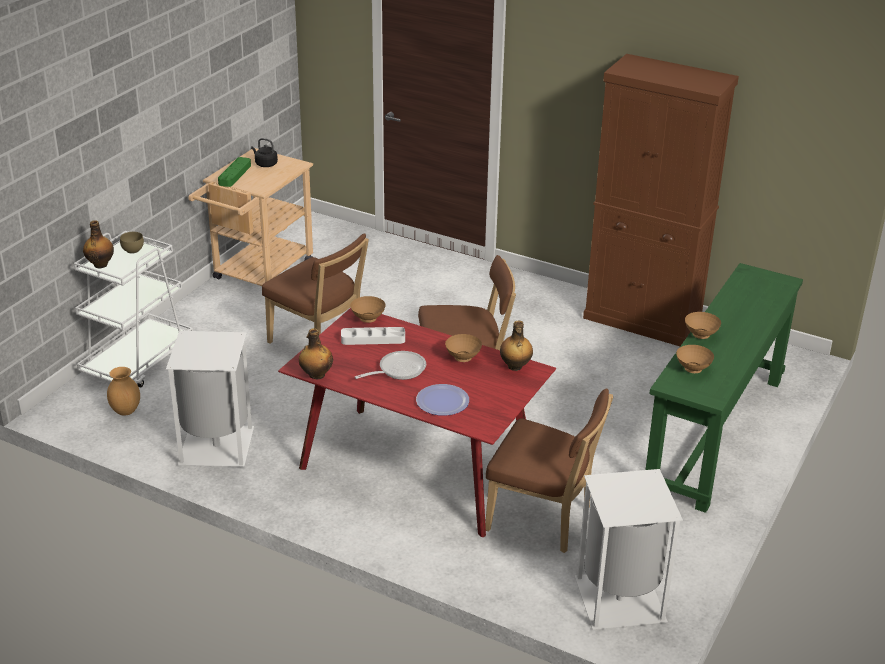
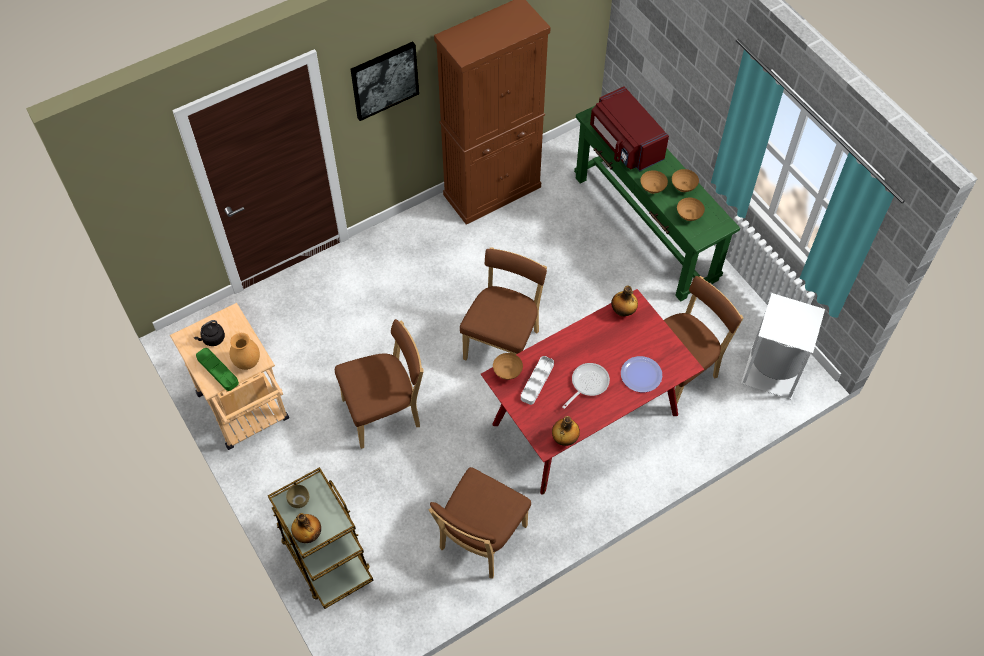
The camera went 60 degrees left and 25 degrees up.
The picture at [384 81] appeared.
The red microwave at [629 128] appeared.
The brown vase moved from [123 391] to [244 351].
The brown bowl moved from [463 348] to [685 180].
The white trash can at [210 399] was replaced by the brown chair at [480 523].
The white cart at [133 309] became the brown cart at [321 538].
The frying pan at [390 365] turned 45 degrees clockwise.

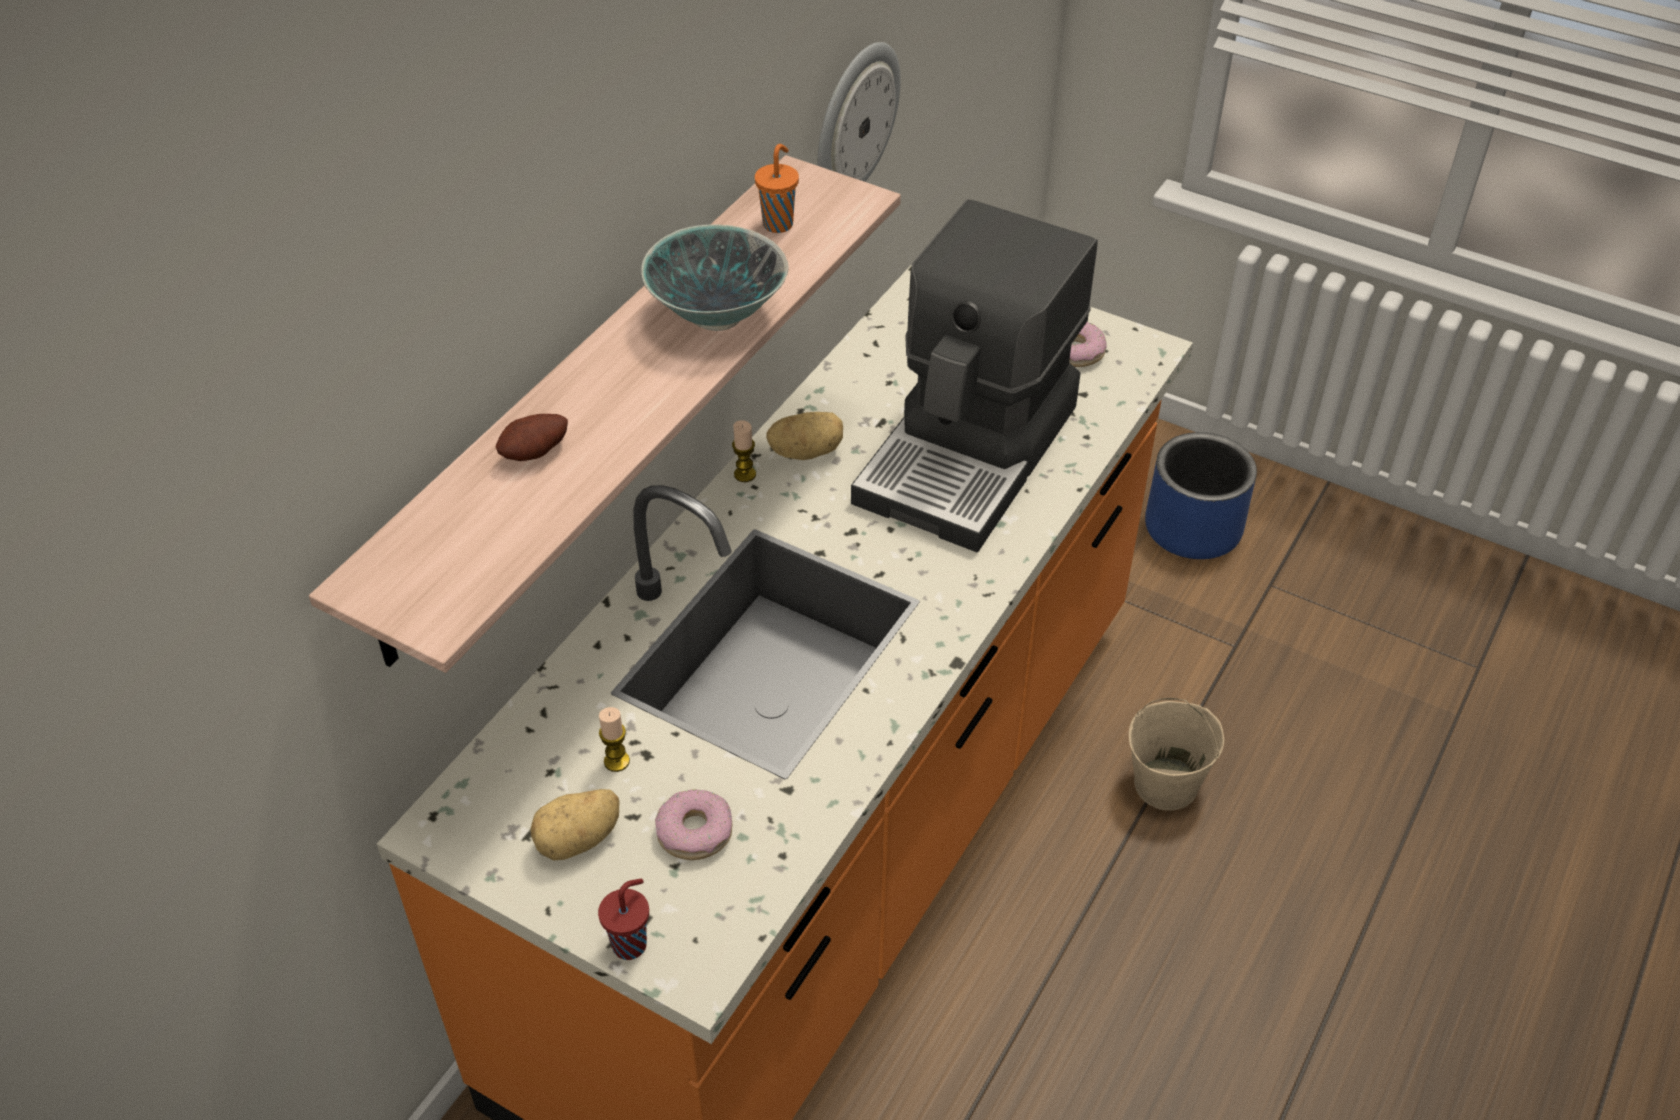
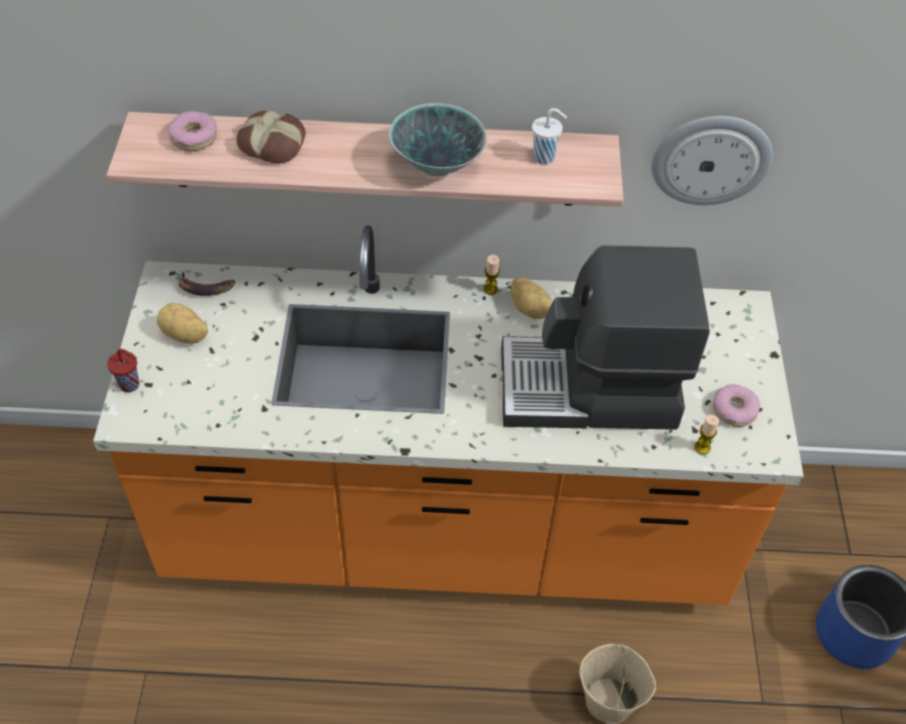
The camera went 60 degrees right and 5 degrees up.
The banana at [206 283] appeared.
The candle moved from [614 739] to [706 434].
The donut moved from [693 824] to [192 131].
The potato at [532 437] was replaced by the bread at [271 137].
The orange cup at [777 188] became the white cup at [549 136].

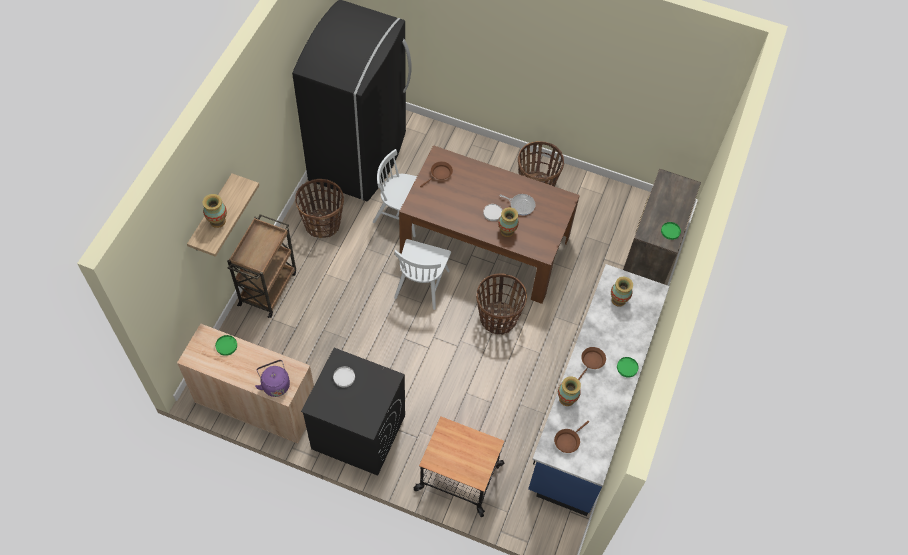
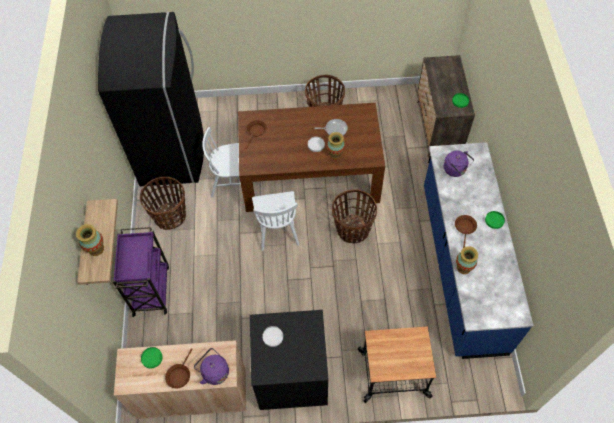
The camera went 20 degrees left and 0 degrees up.
The brown frying pan moved from [571 437] to [179 368].
The vase at [622 292] was replaced by the purple kettle at [459 163].
The brown cart at [261 266] became the purple cart at [141 272].

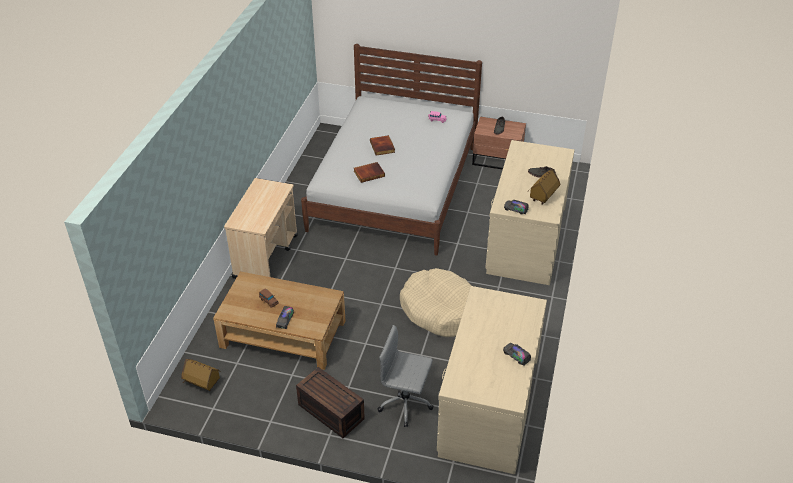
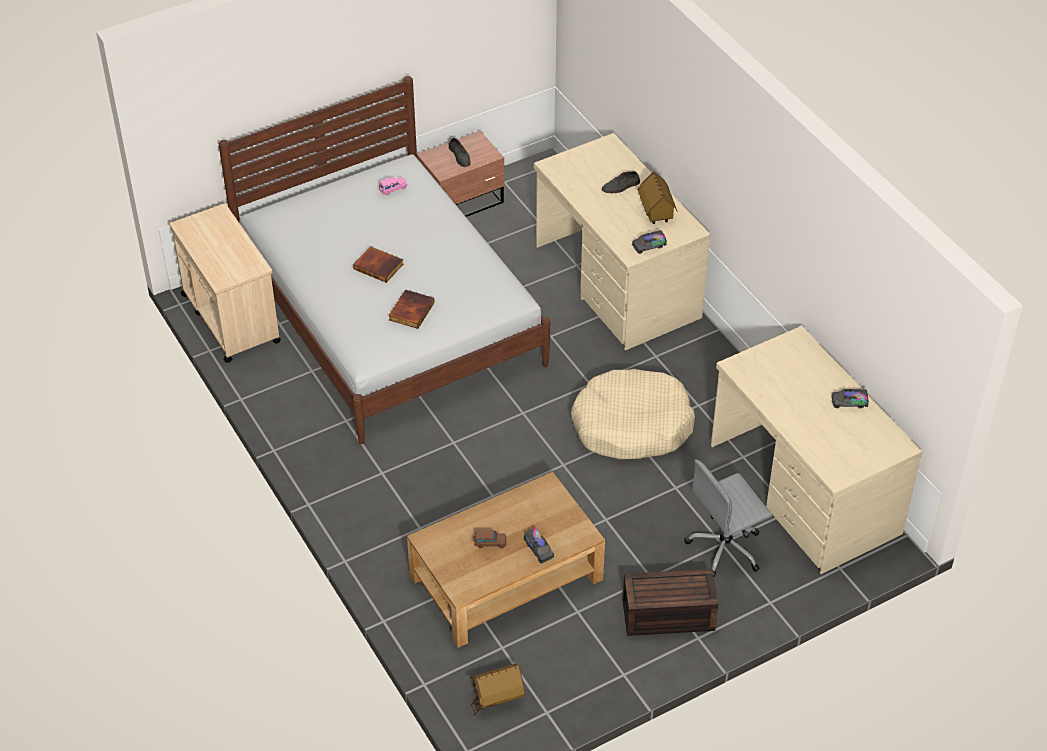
The camera went 45 degrees left and 5 degrees up.
The beige cart moved from [261 228] to [225 283].

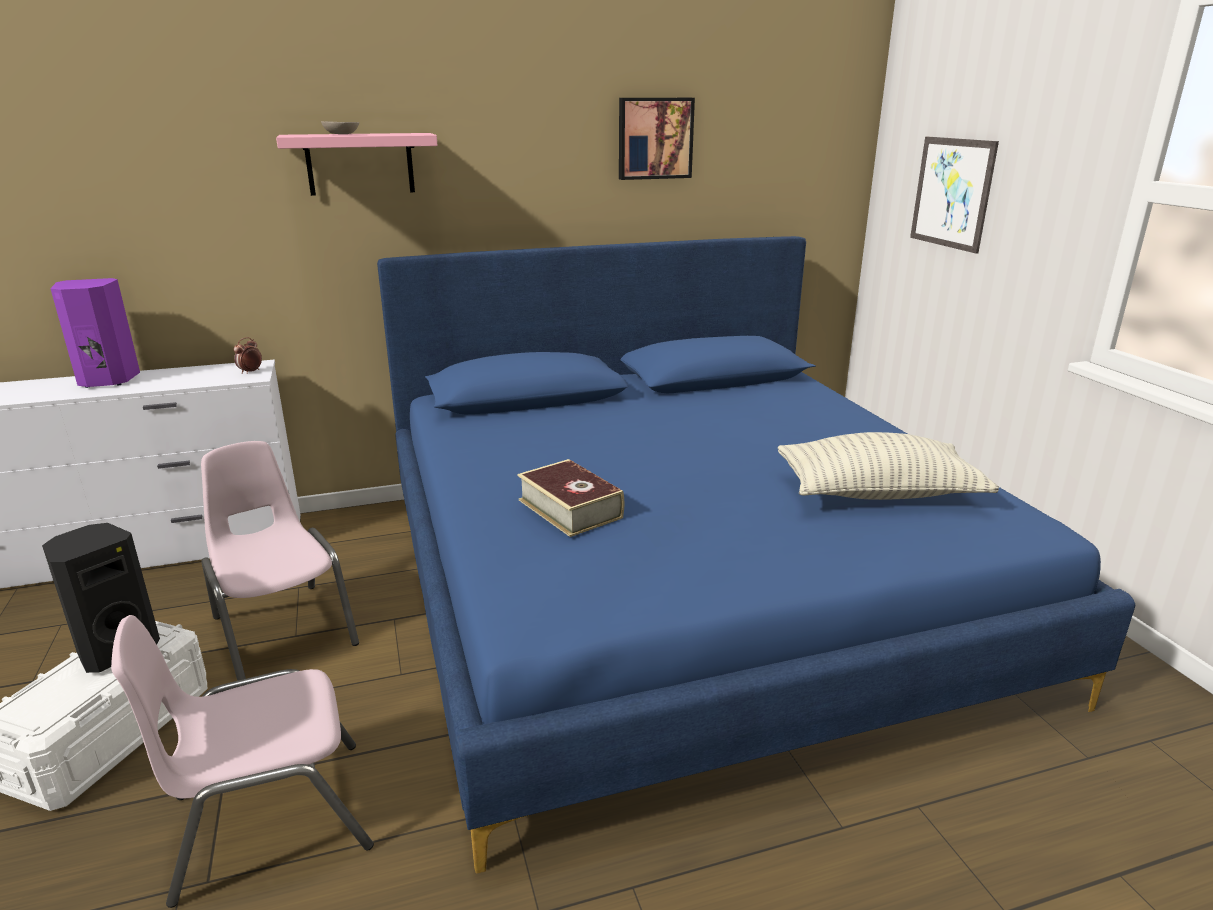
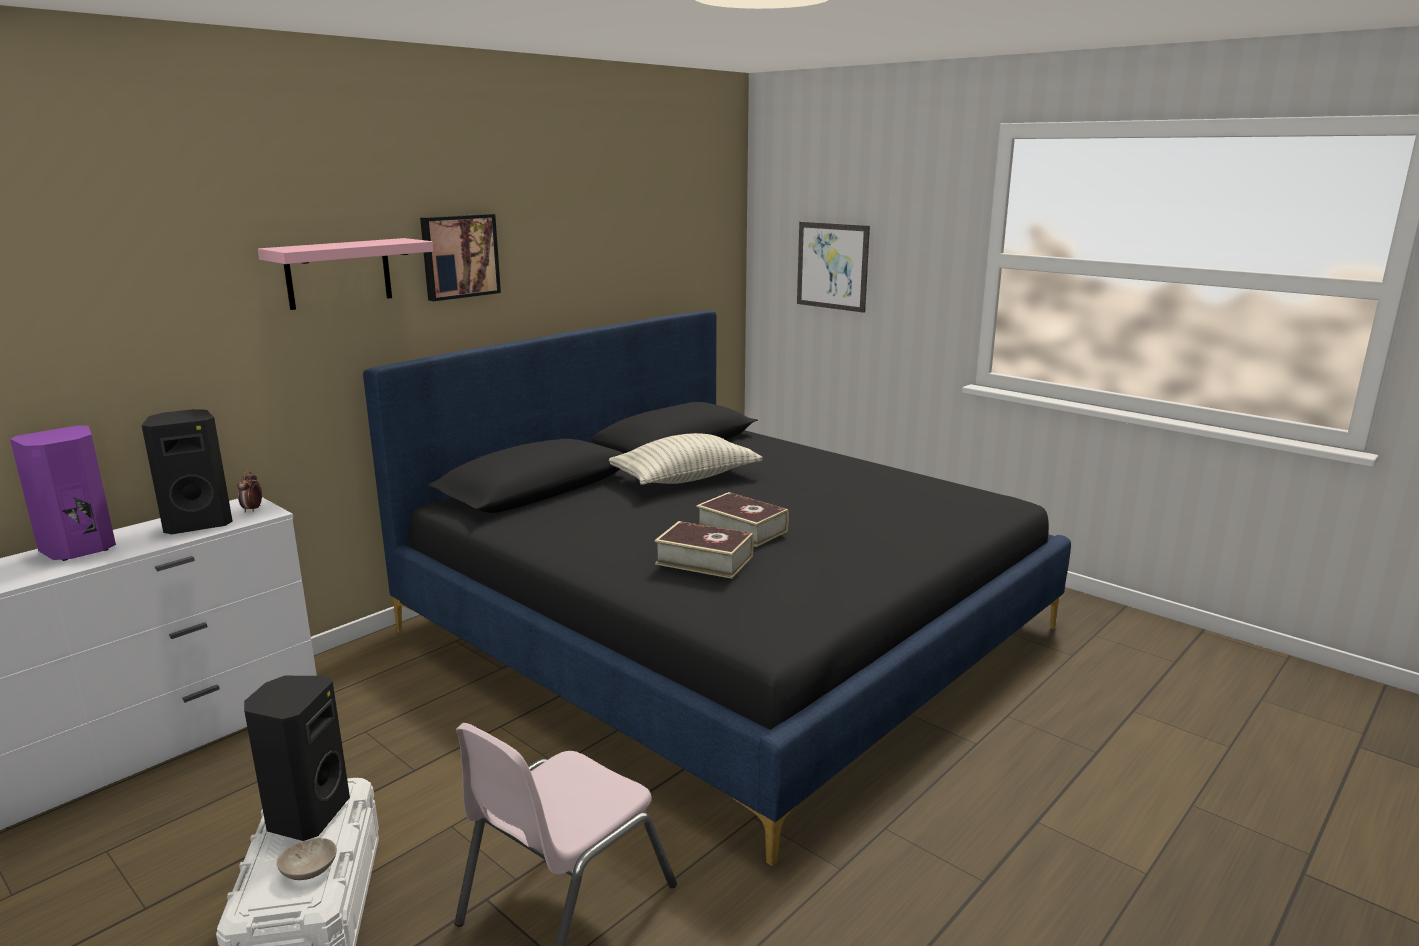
The camera went 30 degrees left and 5 degrees down.
The pink chair at [280 561] disappeared.
The black speaker at [187 471] appeared.
The book at [743 519] appeared.
The beige bowl moved from [340 127] to [307 859].
The picture moved from [657 139] to [460 257].
The pillow moved from [888 466] to [686 459].
The blue bed at [756 554] became the black bed at [717 588].

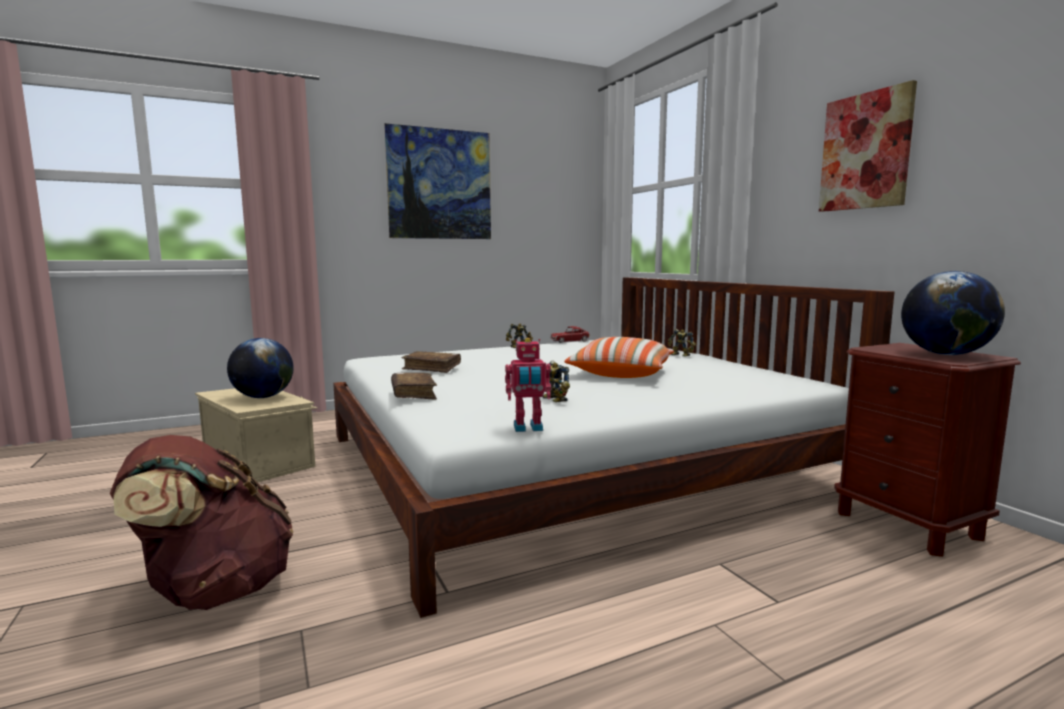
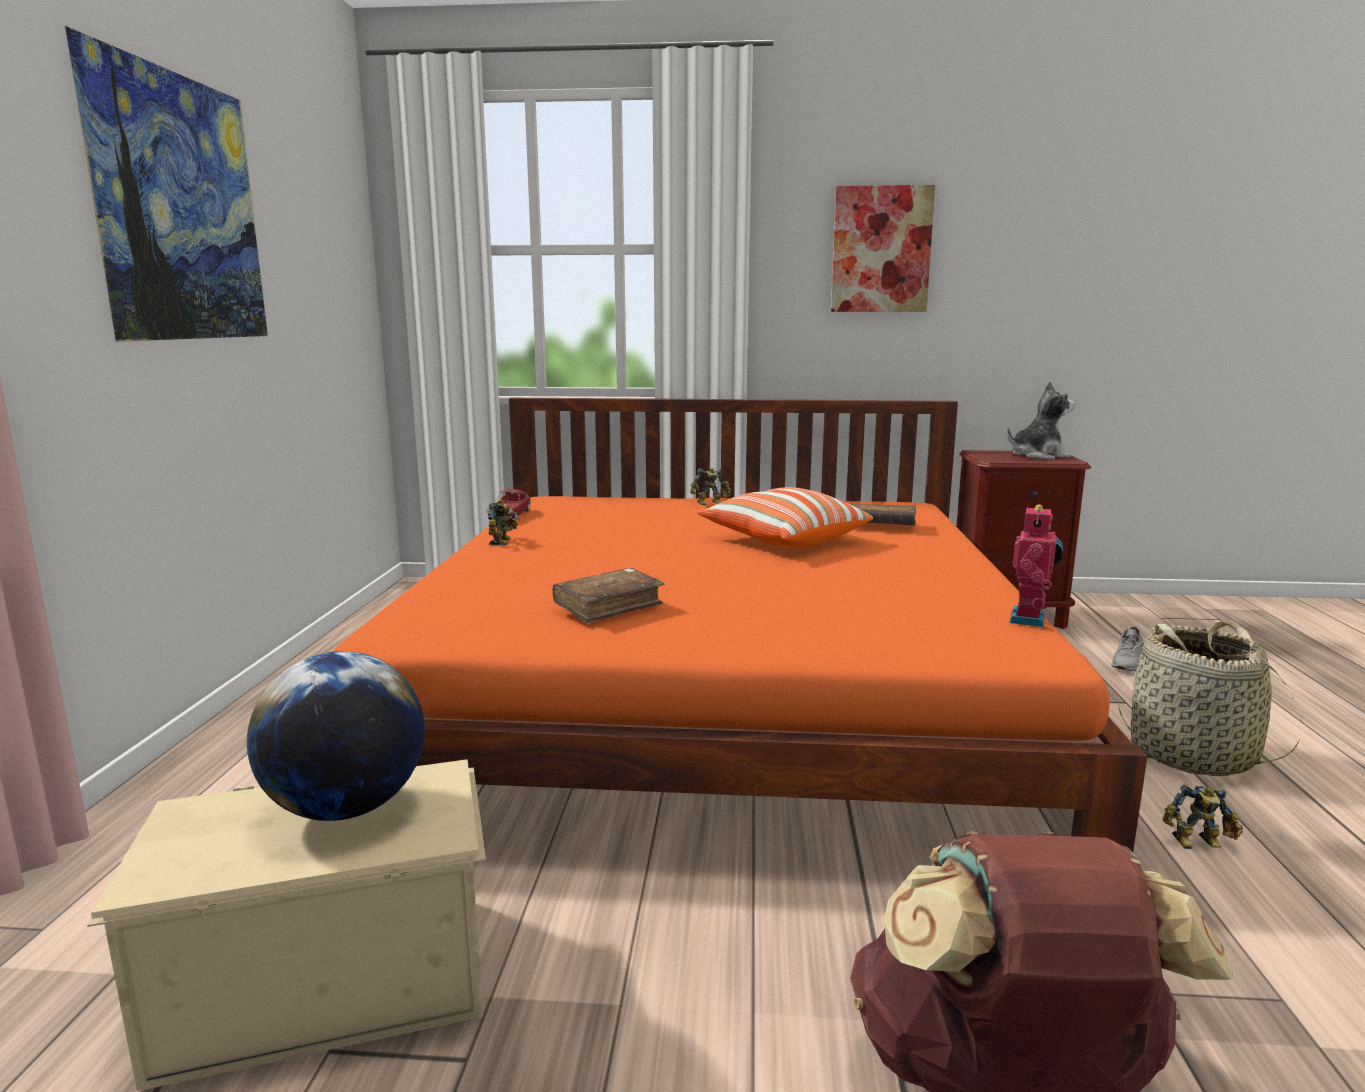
The camera went 60 degrees left and 5 degrees up.
The grey shoe at [1127 649] appeared.
The basket at [1210 698] appeared.
The brown book moved from [414 386] to [882 514].
The toy robot moved from [556 381] to [1203 816].
The globe at [953 313] was replaced by the plush toy at [1041 420].
The white bed at [614 447] became the orange bed at [739 625].

